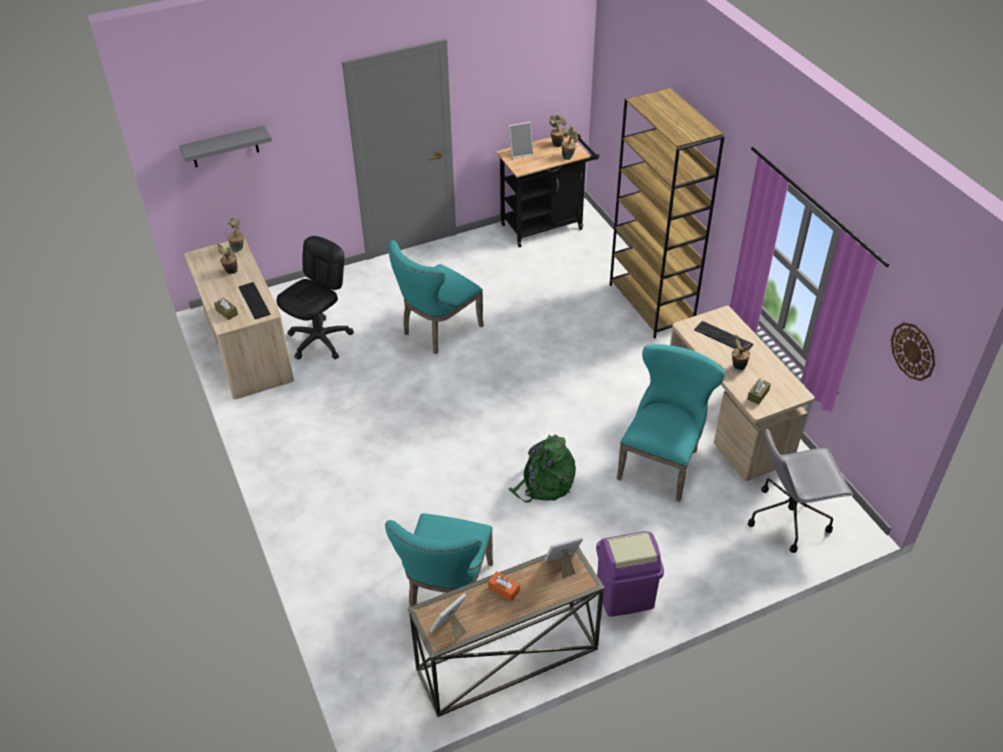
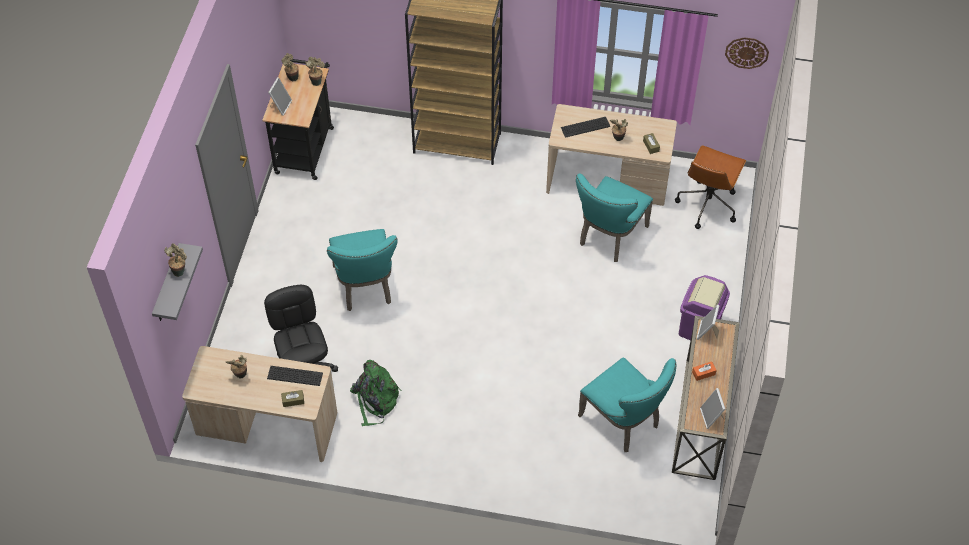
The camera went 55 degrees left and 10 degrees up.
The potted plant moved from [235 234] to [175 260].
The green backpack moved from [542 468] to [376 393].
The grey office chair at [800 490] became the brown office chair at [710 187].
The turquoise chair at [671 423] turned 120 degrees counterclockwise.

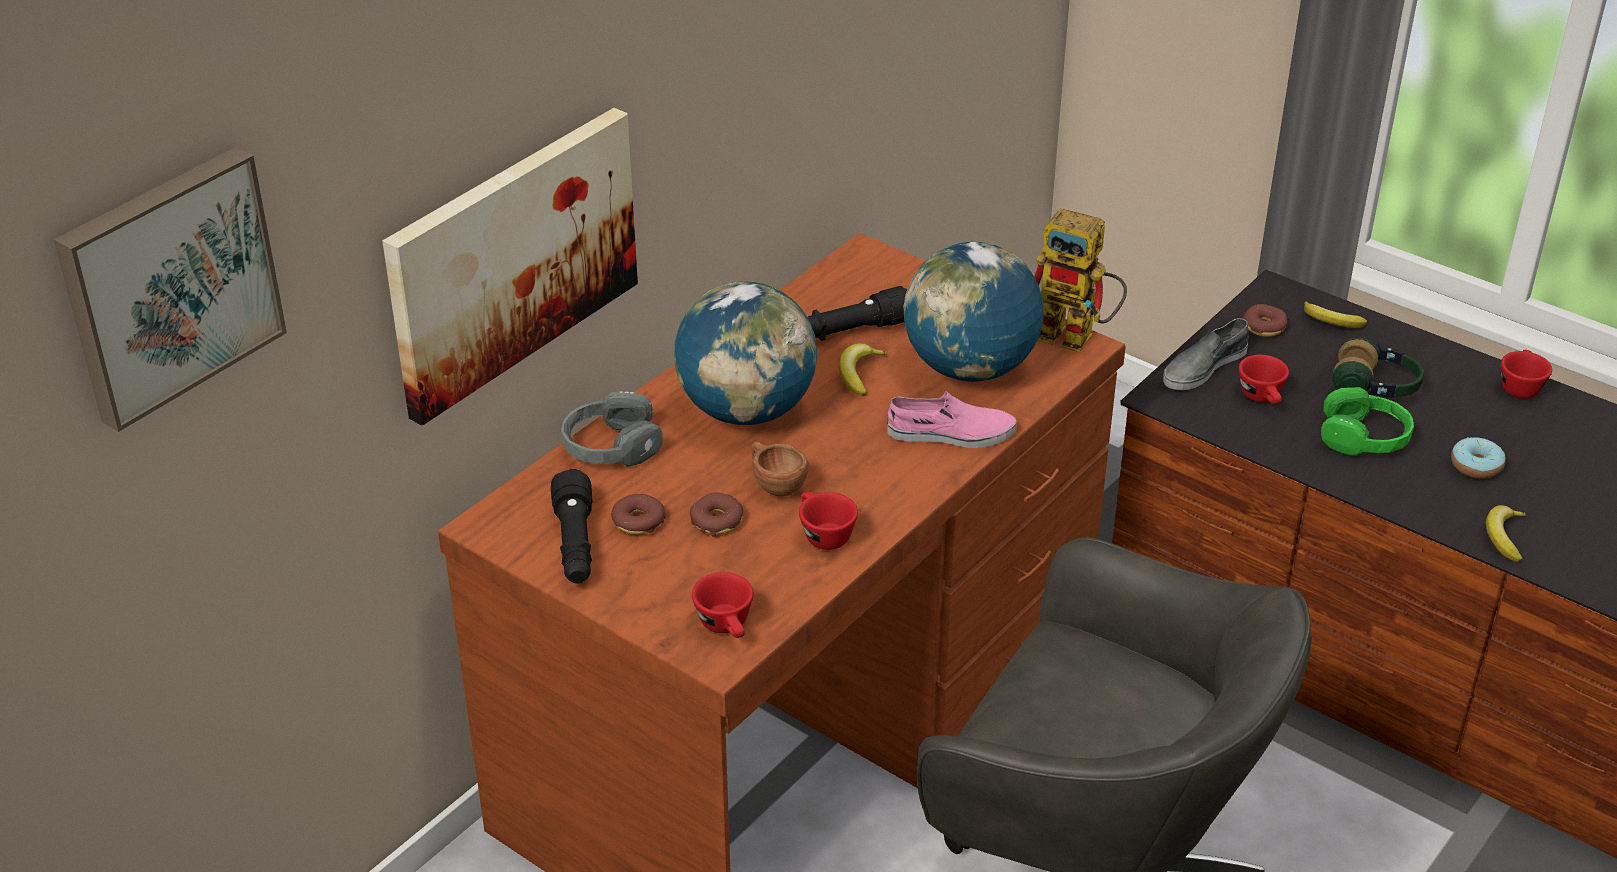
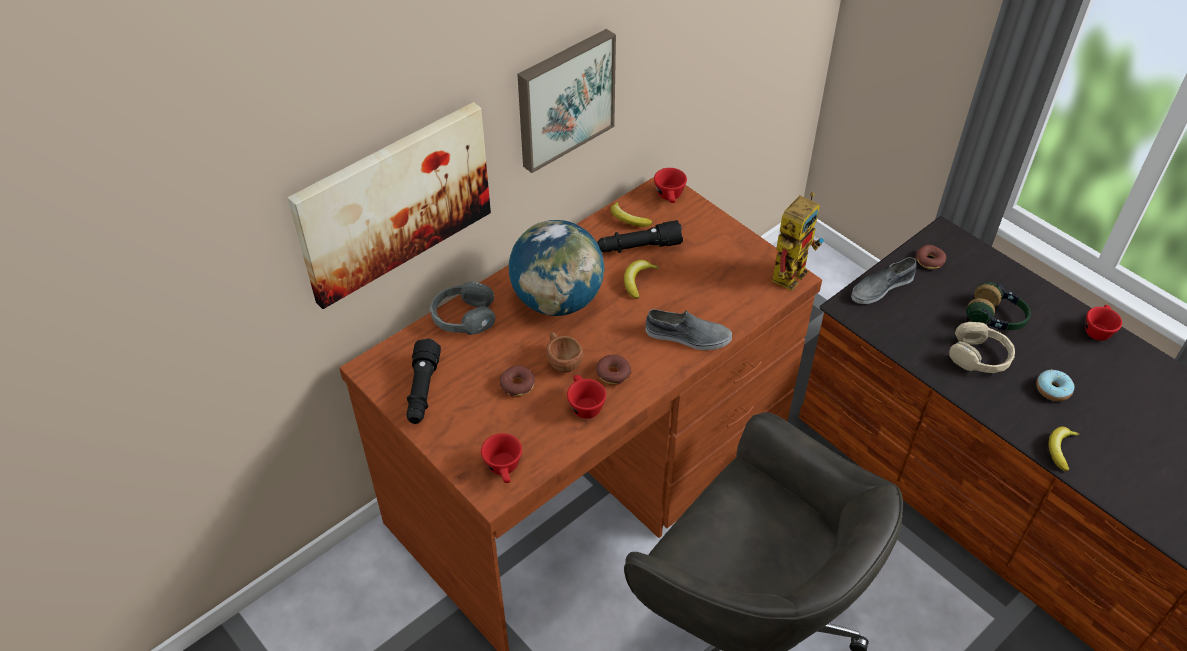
The camera went 10 degrees right and 10 degrees up.
The globe at [973 312] disappeared.
The picture moved from [170 289] to [566 101].
The donut moved from [638 514] to [613 369].
The red cup moved from [1264 379] to [670 185].
The banana moved from [1335 314] to [632 214].
The pink shoe at [952 419] became the grey shoe at [688 329].
The green headphones at [1367 421] became the beige headphones at [982 347].
The toy robot at [1080 280] turned 90 degrees counterclockwise.

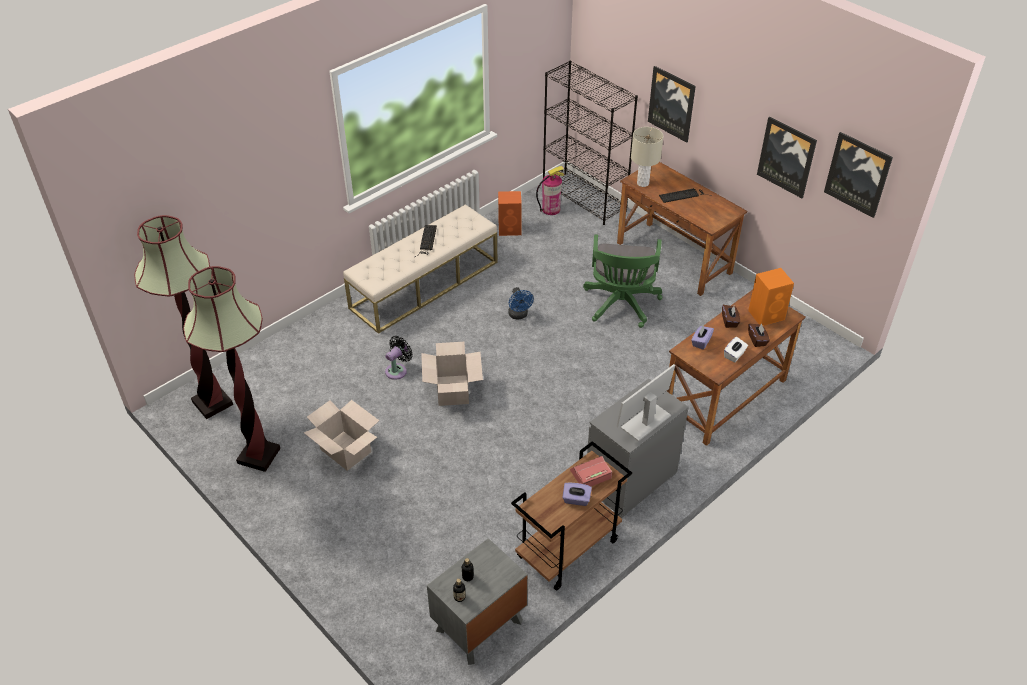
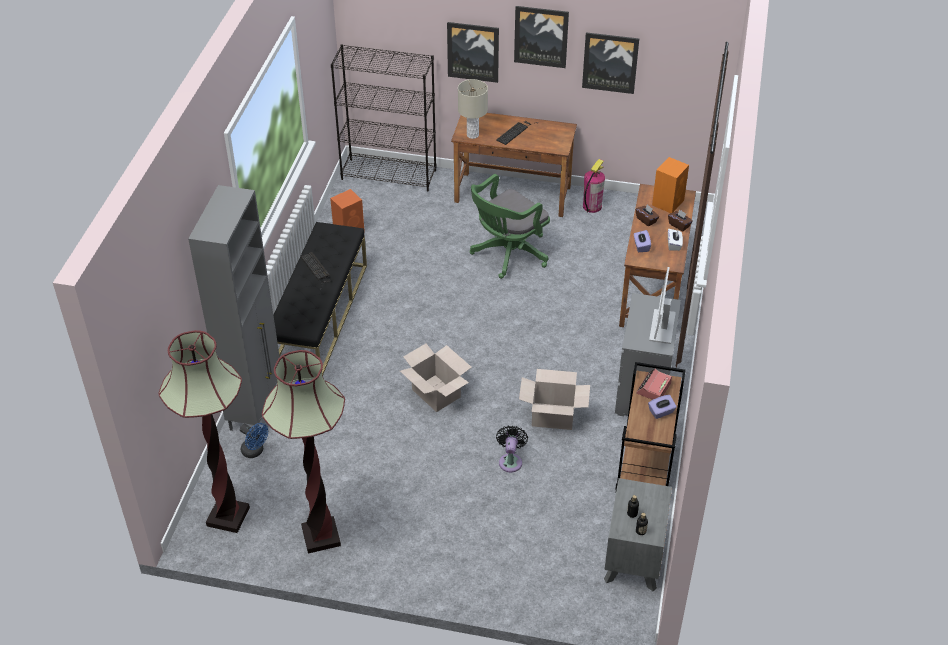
The camera went 35 degrees left and 0 degrees up.
The grey cabinet at [234 308] appeared.
The cardboard box moved from [341 435] to [554 399].
The black fan moved from [399 358] to [512 448].
The blue fan moved from [521 303] to [254 440].
The fire extinguisher moved from [550 190] to [594 186].
The picture moved from [858 175] to [541 37].
The beige bench at [420 269] became the black bench at [320 299].
The green office chair at [623 281] turned 75 degrees clockwise.

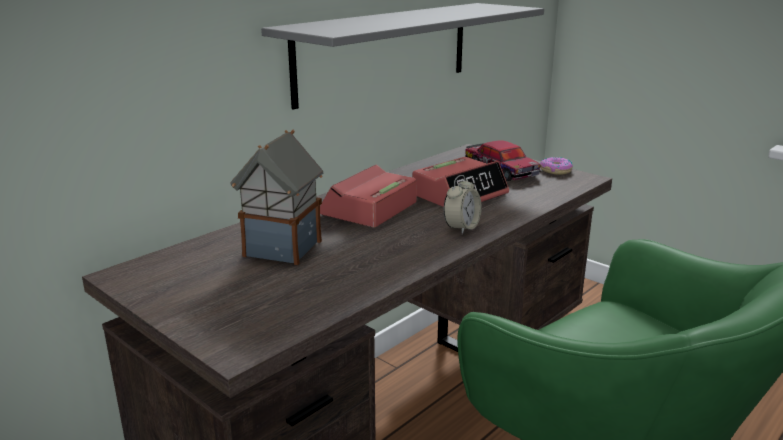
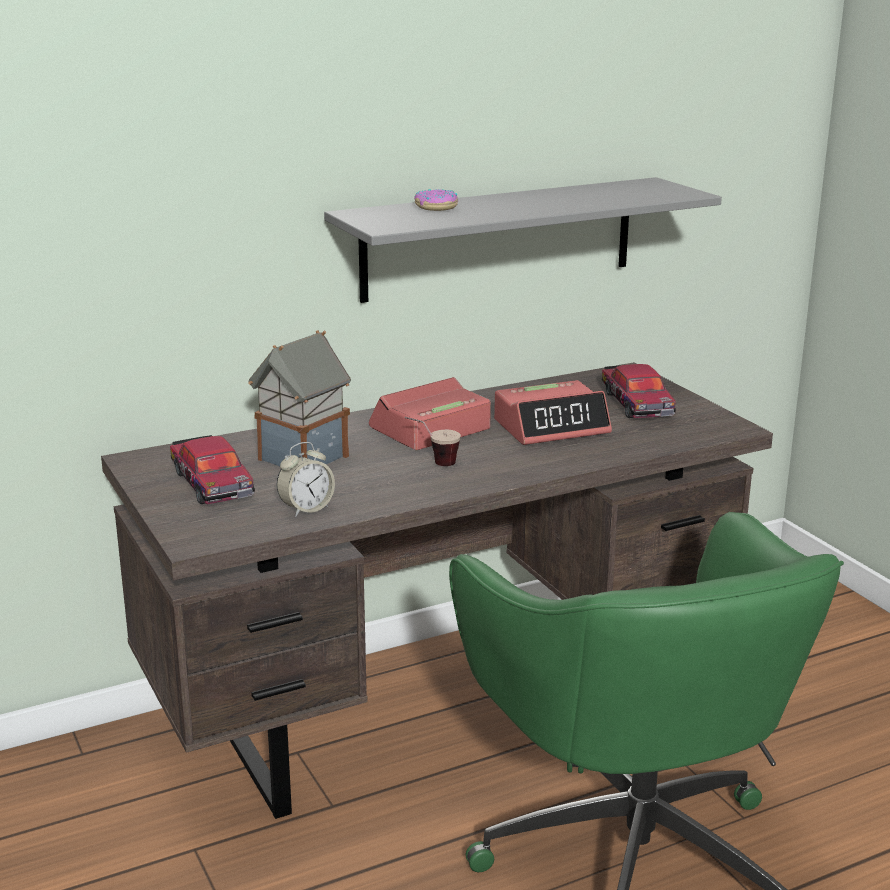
The camera went 20 degrees right and 0 degrees up.
The toy car at [212 469] appeared.
The cup at [433 441] appeared.
The alarm clock moved from [463 204] to [305 479].
The donut moved from [556 166] to [436 200].

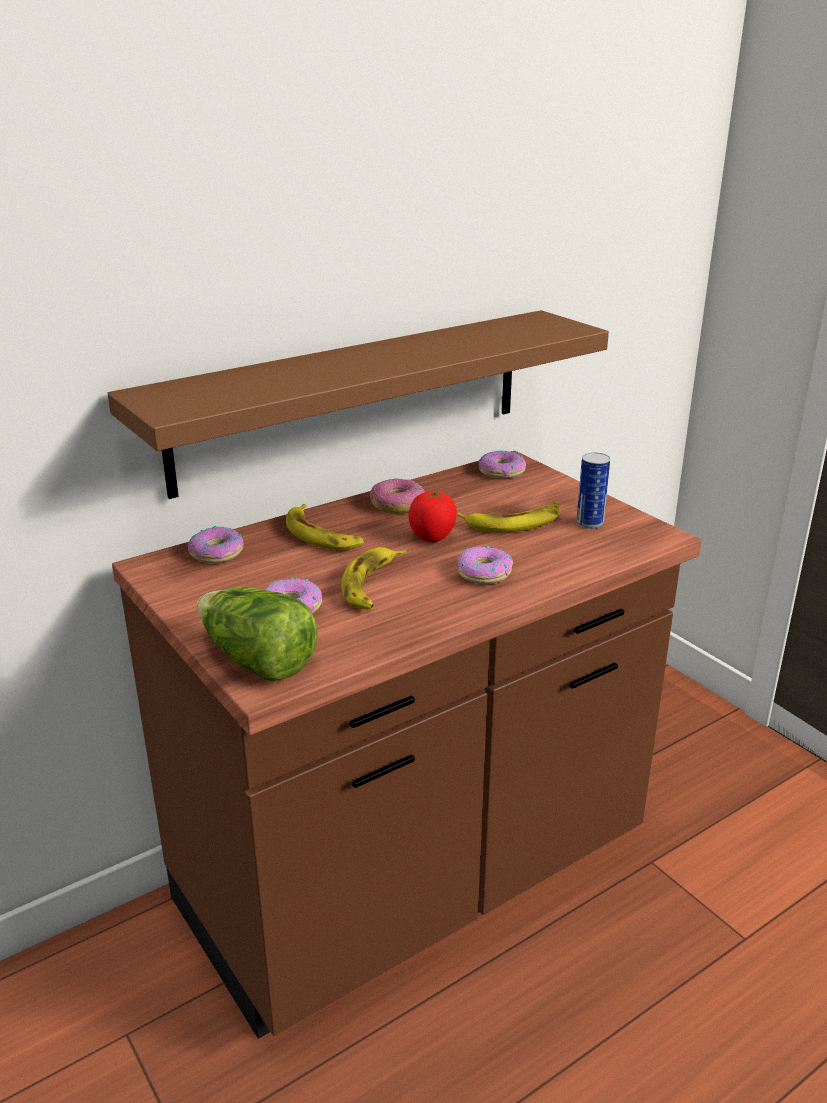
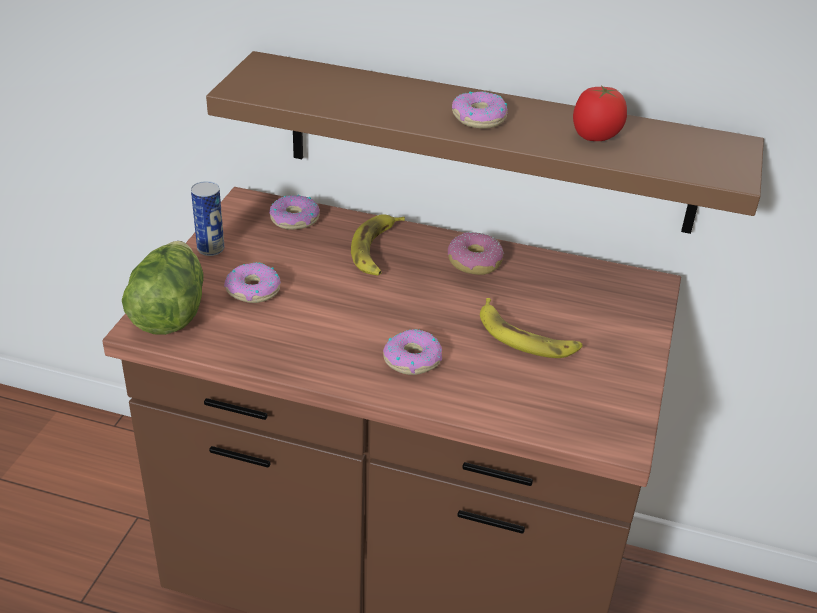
The camera went 50 degrees right and 10 degrees up.
The banana at [373 578] disappeared.
The tomato moved from [433 516] to [600 113].
The donut moved from [502 464] to [480 110].
The can moved from [593 490] to [207 218].

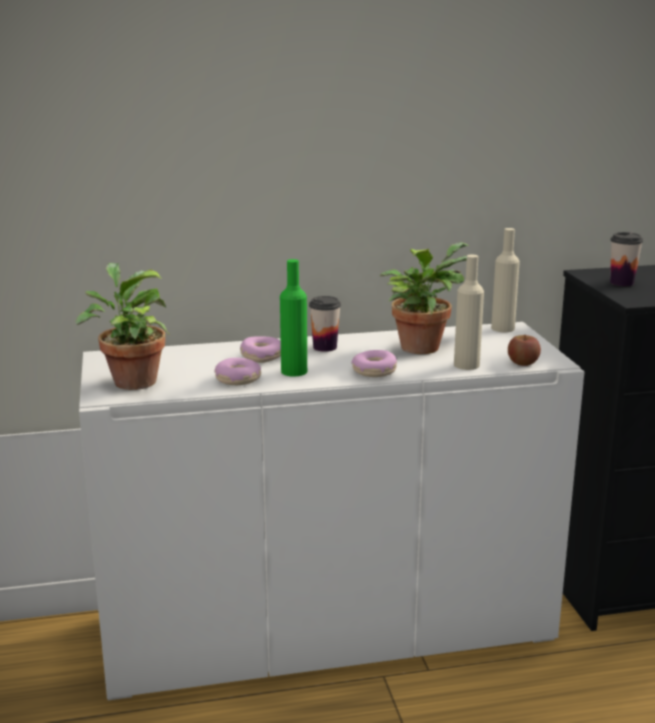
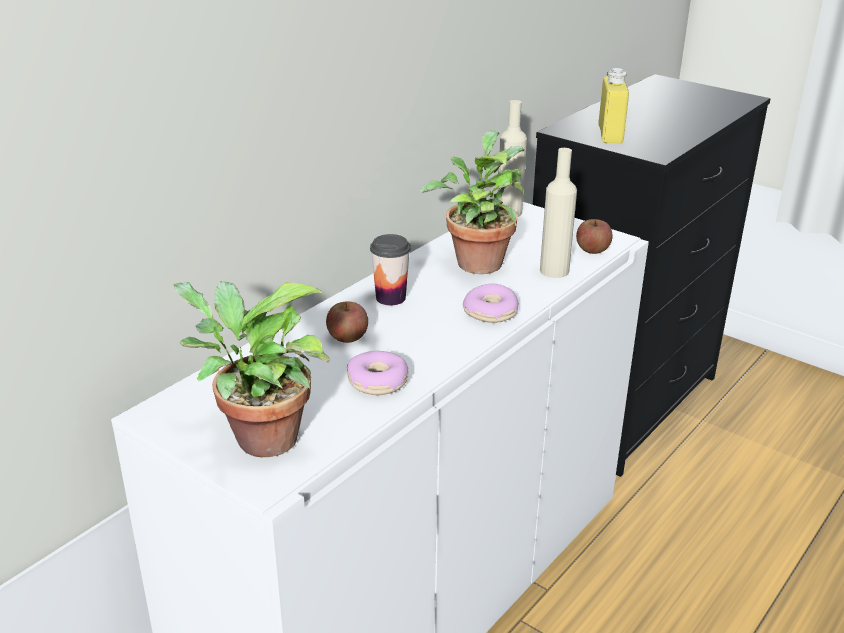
The camera went 40 degrees left and 10 degrees up.
The green bottle at [293 318] disappeared.
The donut at [260 349] was replaced by the apple at [347 322].
The cup at [626 259] was replaced by the yellow bottle at [613 106].

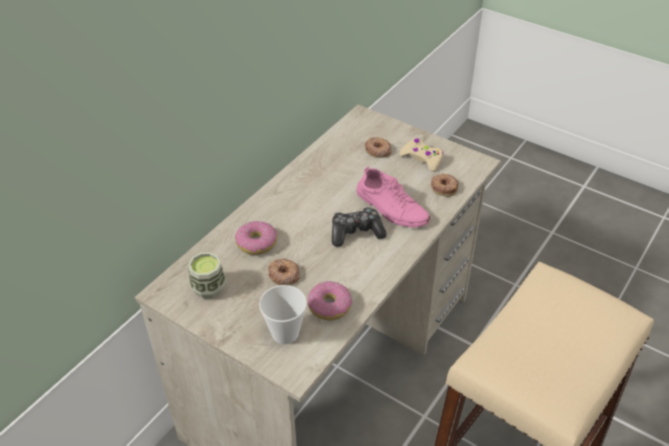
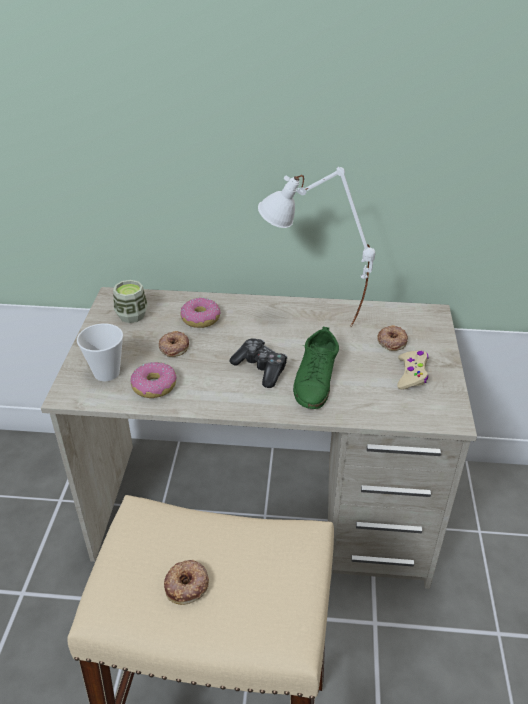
The camera went 60 degrees right and 5 degrees down.
The white table lamp at [316 247] appeared.
The donut moved from [444 185] to [186 582].
The pink shoe at [393 196] became the green shoe at [316 368].

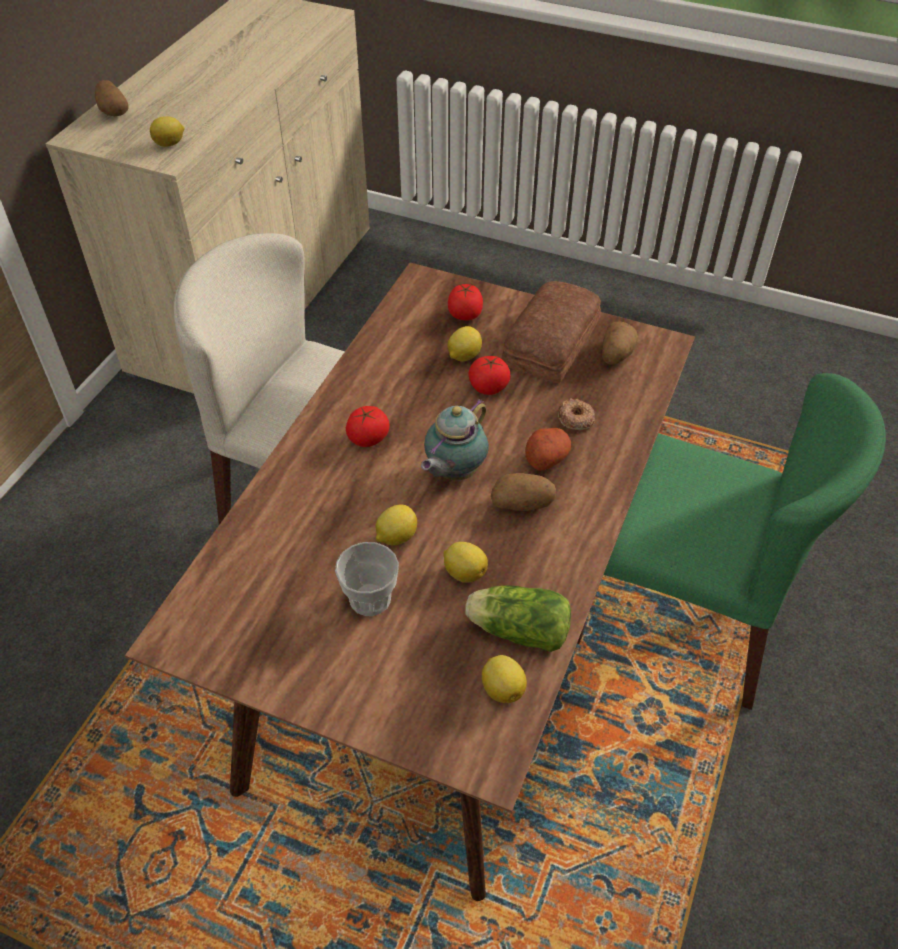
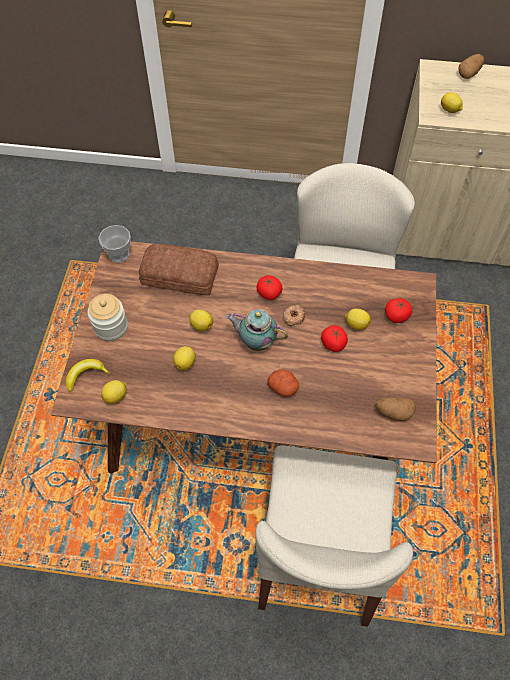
The camera went 75 degrees right and 10 degrees up.
The lettuce at [518 618] disappeared.
The potato at [523 492] disappeared.
The banana at [88 375] appeared.
The jar at [108 317] appeared.
The cup moved from [367 579] to [115 244].
The bread moved from [551 332] to [179 269].
The donut moved from [576 414] to [294 316].
The green chair at [731 541] became the beige chair at [334 536].

